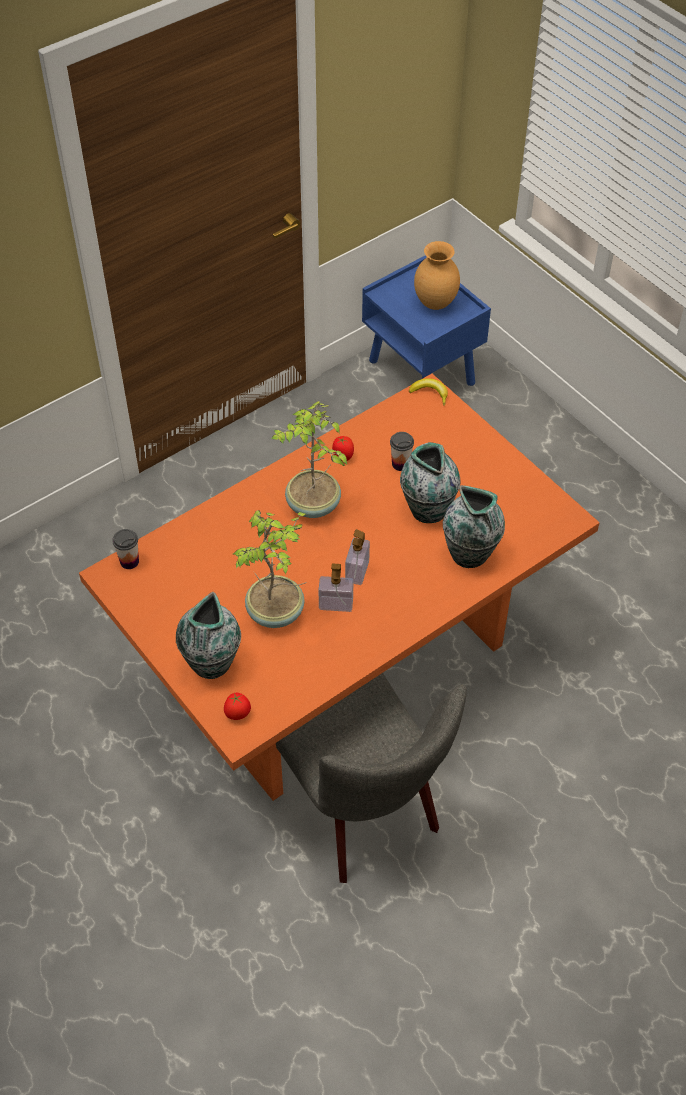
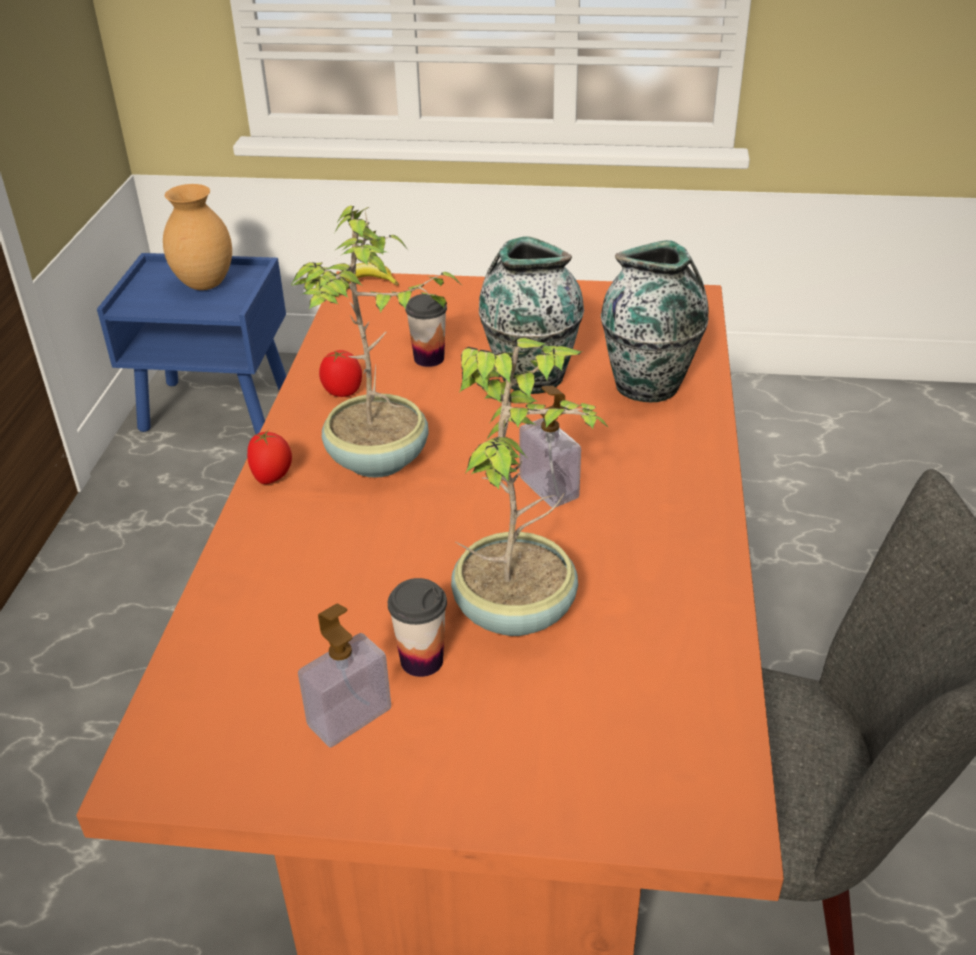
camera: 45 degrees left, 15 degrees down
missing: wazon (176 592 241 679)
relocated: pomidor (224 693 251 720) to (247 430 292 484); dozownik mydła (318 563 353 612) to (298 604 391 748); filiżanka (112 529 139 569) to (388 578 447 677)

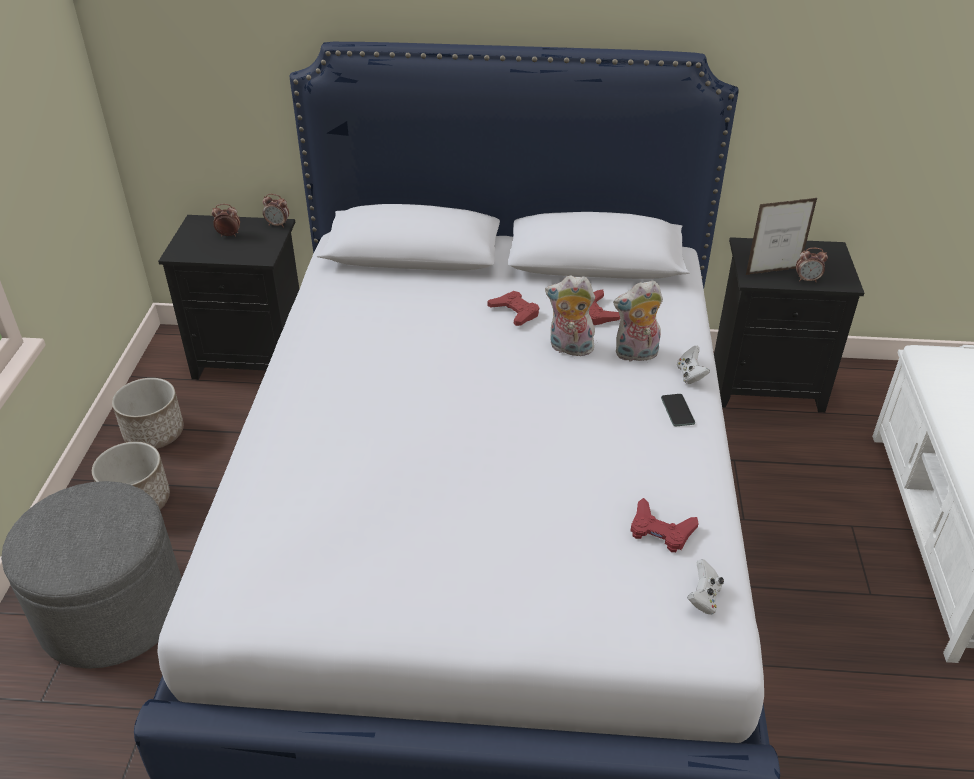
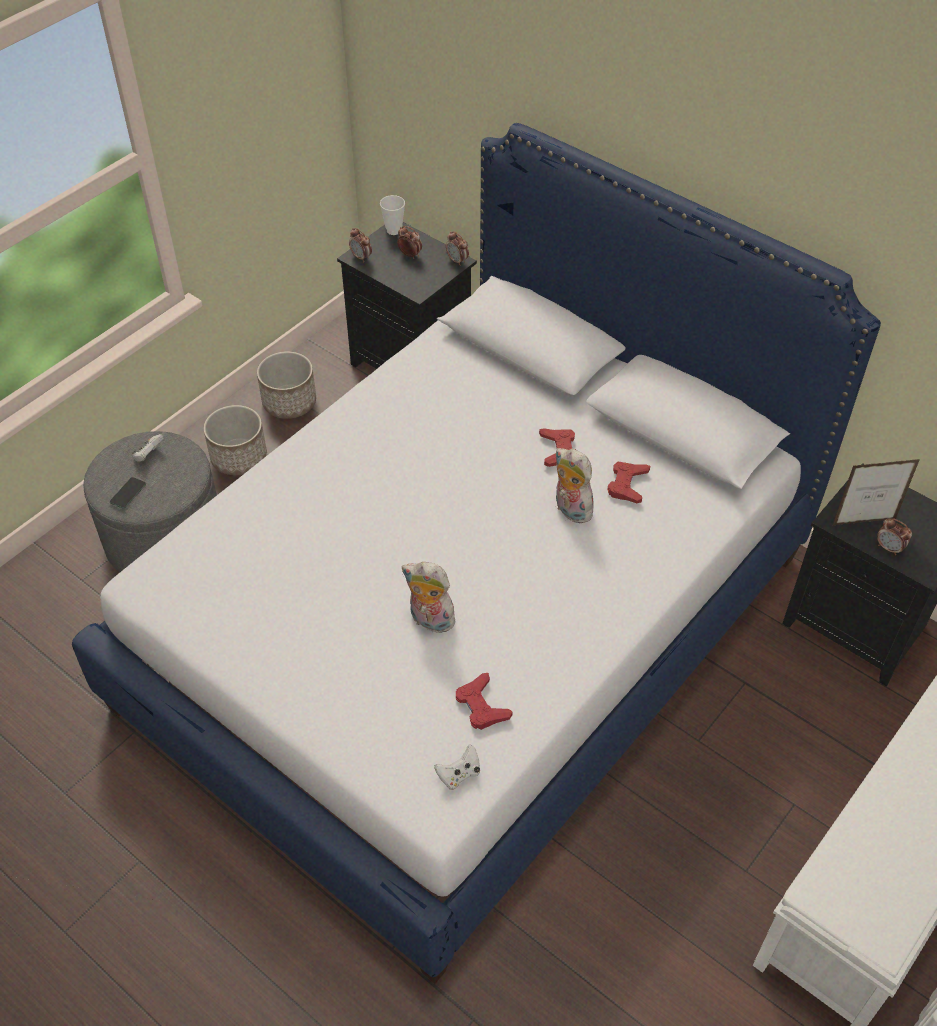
camera: 35 degrees right, 10 degrees up
appeared: budzik (349 228 372 262); filiżanka (380 195 405 235)
relocated: telefon (661 394 695 426) to (110 477 146 509); pad do gier (biały) (677 346 710 384) to (132 434 164 461); pluszak (613 280 663 362) to (402 562 459 635)
spun: ramka na zdjęcie (746 198 817 275) = (833 459 920 525) 150 degrees clockwise

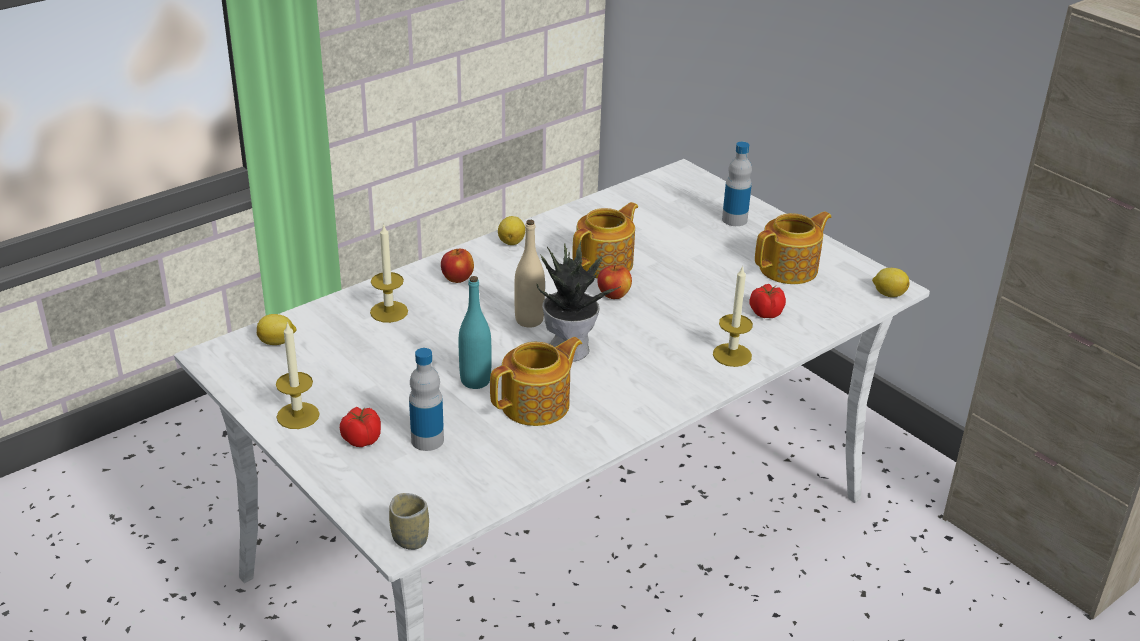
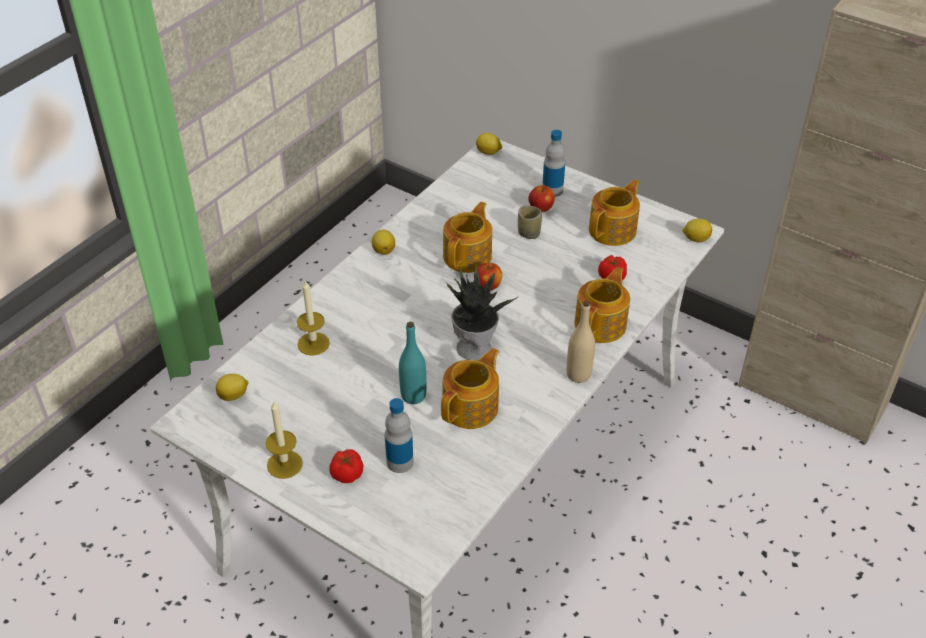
camera: 15 degrees left, 10 degrees up
appeared: cytryna (476 133 502 155)
relocated: filiżanka (389 493 429 550) to (518 205 542 239); jabłko (441 249 474 283) to (528 185 555 212); butelka (beżowy) (514 220 545 327) to (567 301 595 383)
exchanged: świeca (713 265 753 367) to imbryk (574 267 630 343)

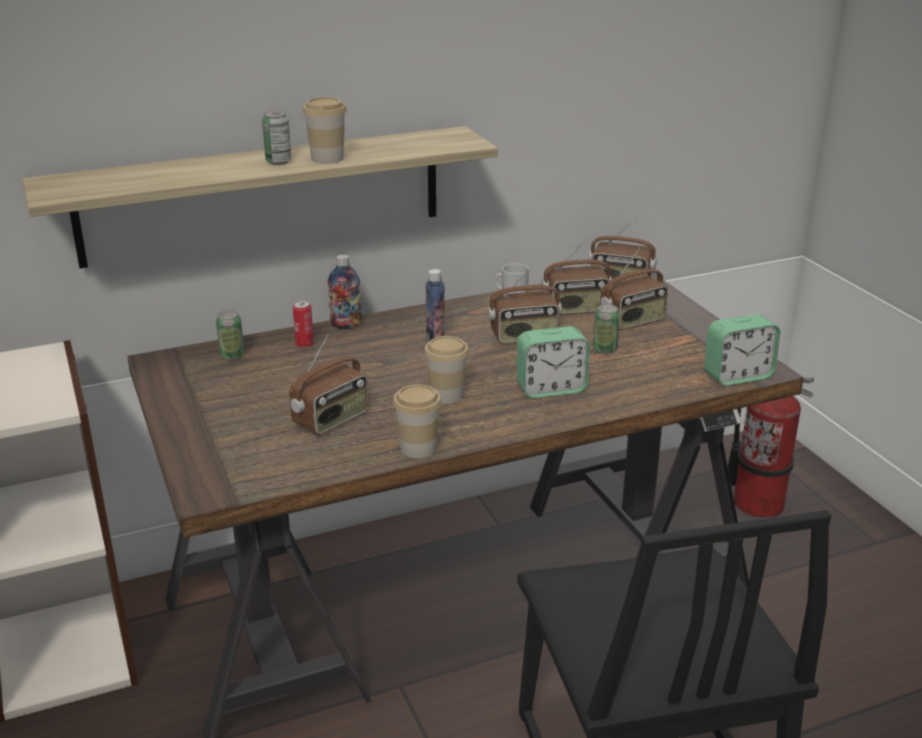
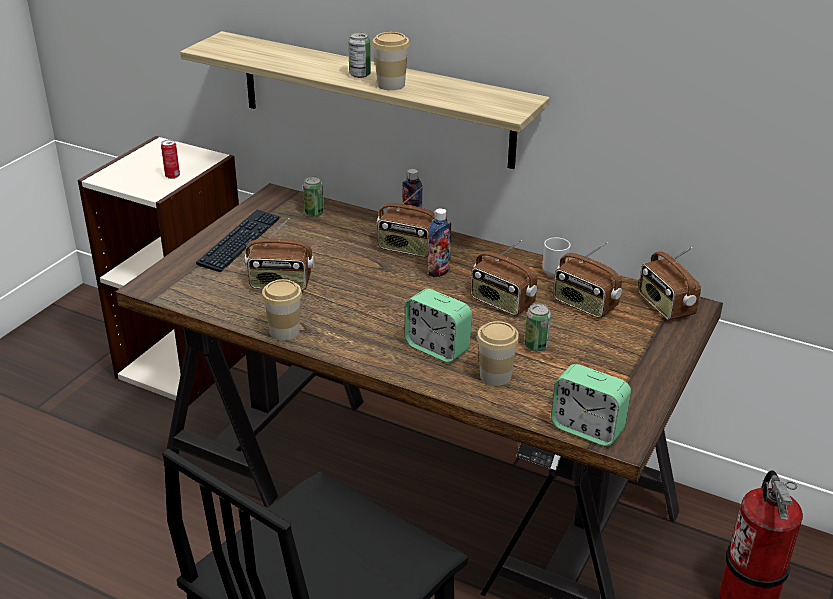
camera: 50 degrees right, 5 degrees up
appeared: klawiatura (196 209 281 272)
relocated: puszka (293 300 314 348) to (161 139 180 179); radio (600 248 668 330) to (377 187 435 257); filiżanka (424 336 469 404) to (477 321 519 386)

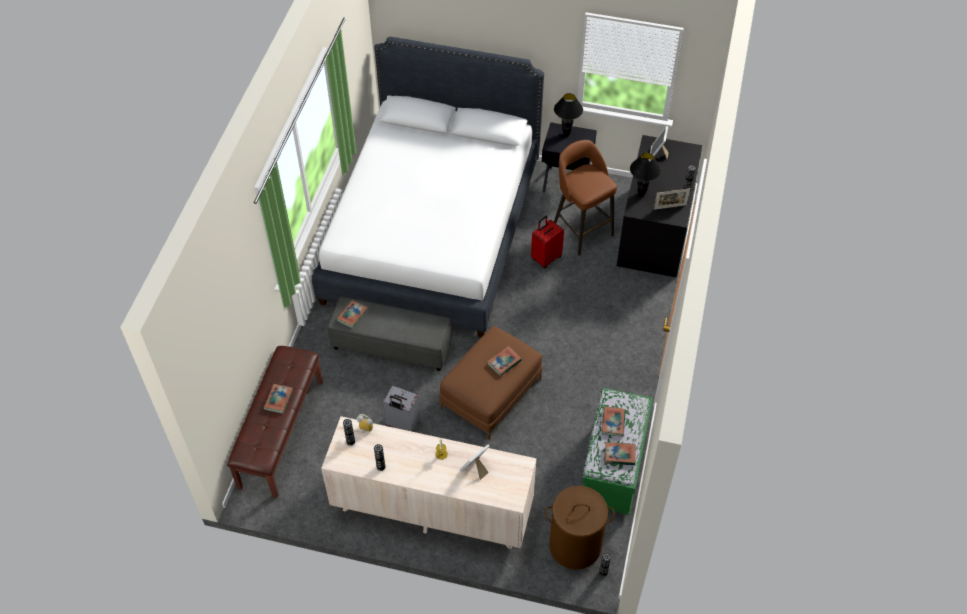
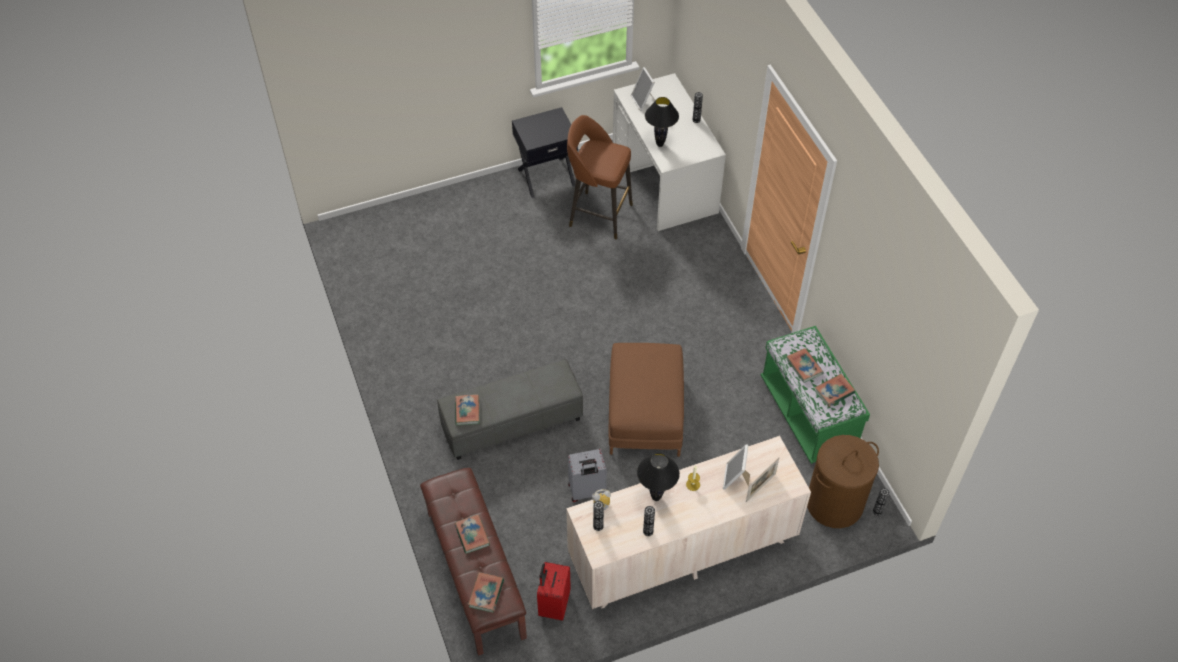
camera: 35 degrees left, 0 degrees up
missing: łóżko (biały) (312 37 544 337)
relocated: książka (487 346 522 376) to (468 572 504 613); walizka (czerwony) (531 216 564 268) to (537 562 571 621); lampa stołowa (czarny) (554 93 583 136) to (637 453 680 501); ramka na zdjęcie (654 188 690 210) to (746 457 779 502)
colour: biurko (czarny) (617 135 703 277) to biurko (biały) (613 73 726 231)

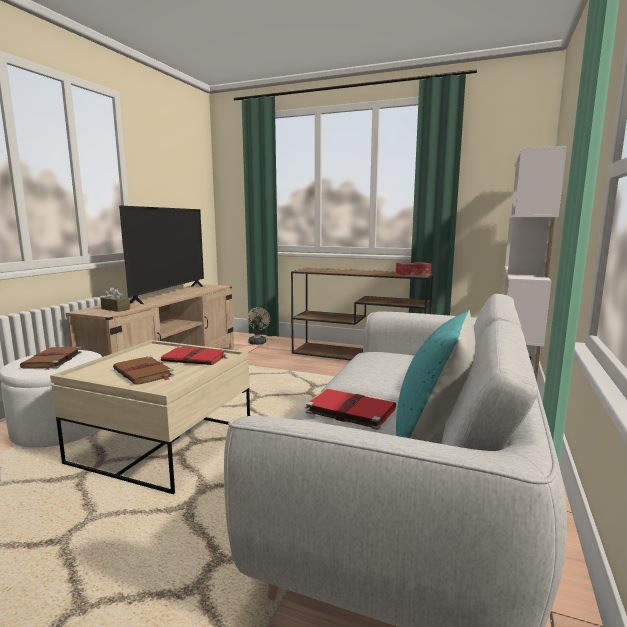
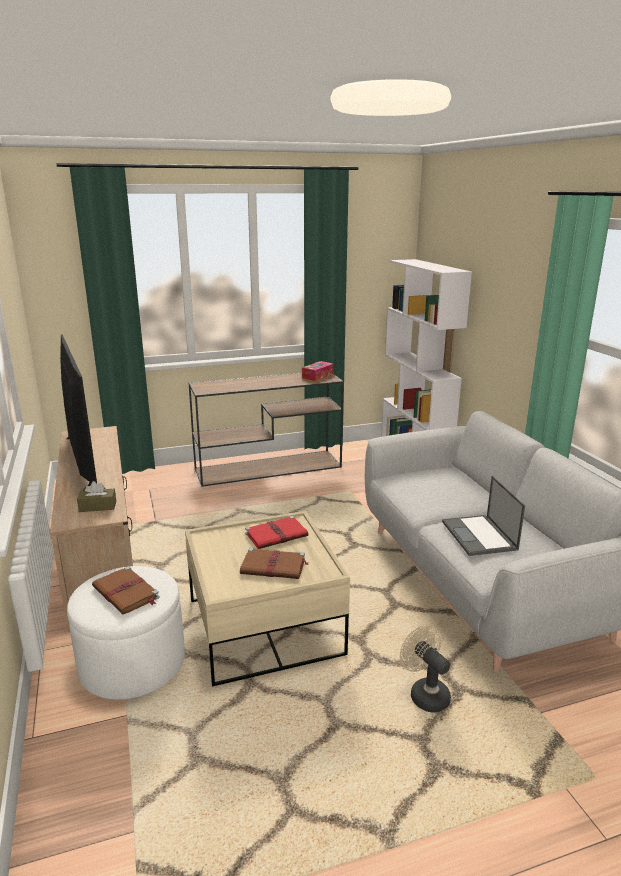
camera: 40 degrees left, 10 degrees up
missing: poduszka (turkusowy) (396 310 476 442)
relocated: wentylator (beżowy) (247 307 270 345) to (400 625 451 713)
exchanged: książka (czerwony) (305 389 396 430) to laptop (442 476 525 556)

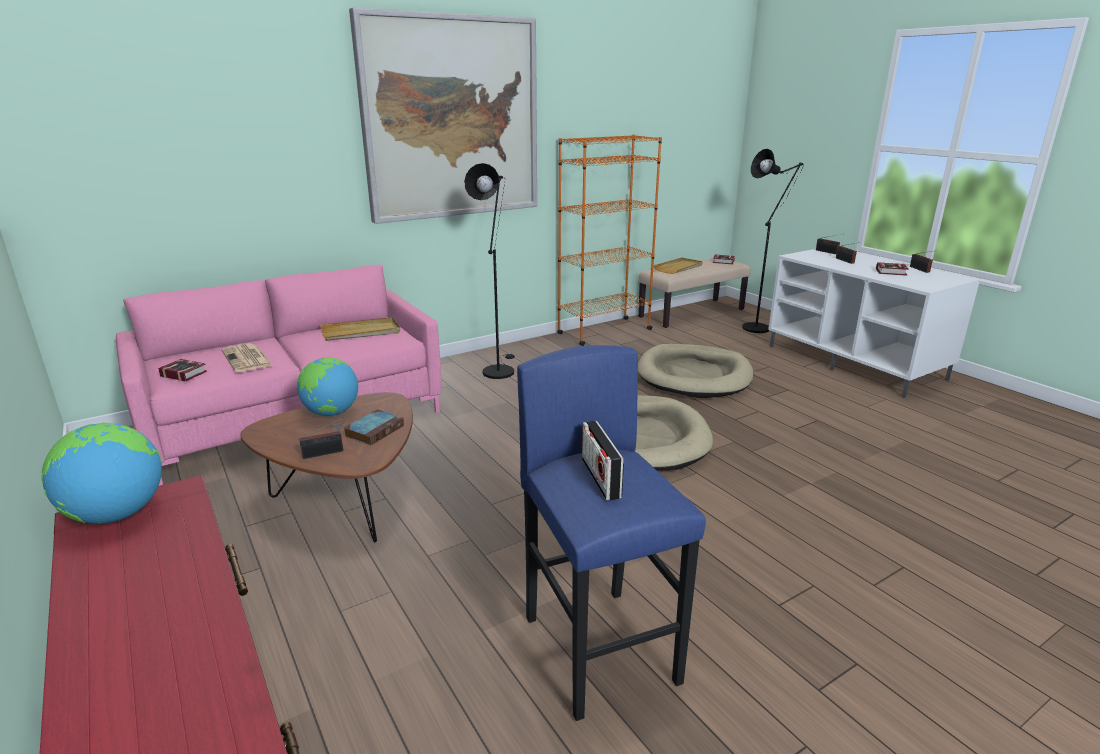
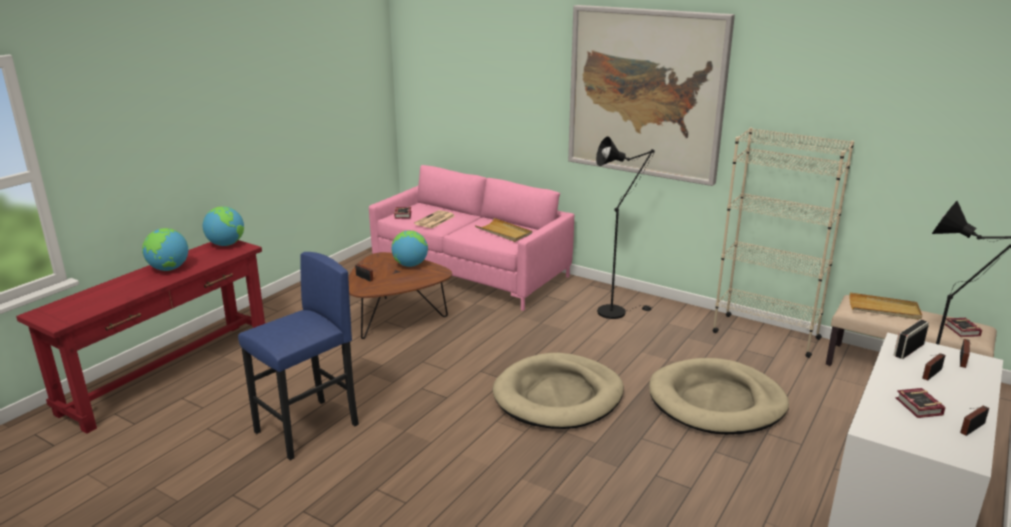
camera: 65 degrees right, 0 degrees up
missing: książka (344 409 404 446)
appeared: globus (142 228 188 271)
relocated: radio (582 421 624 500) to (894 319 929 359)
colour: regał (pomarańczowy) (557 134 662 346) to regał (beżowy) (712 127 854 358)

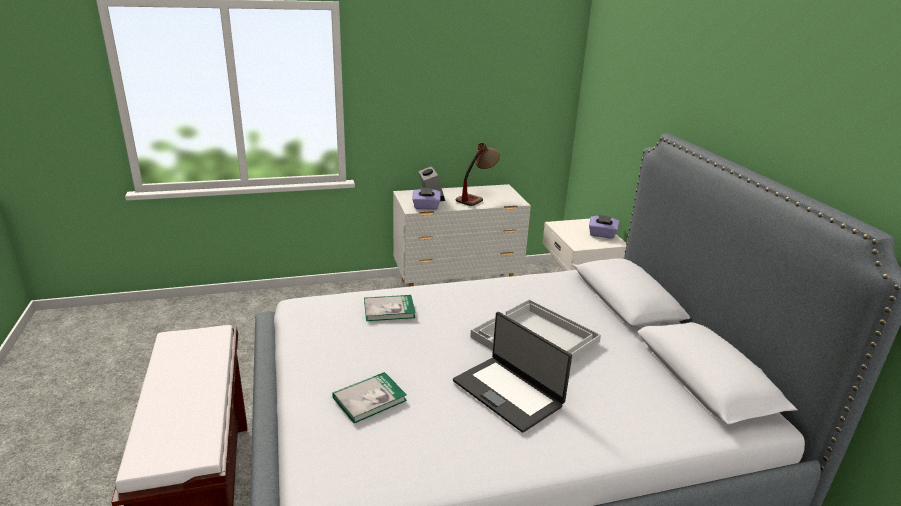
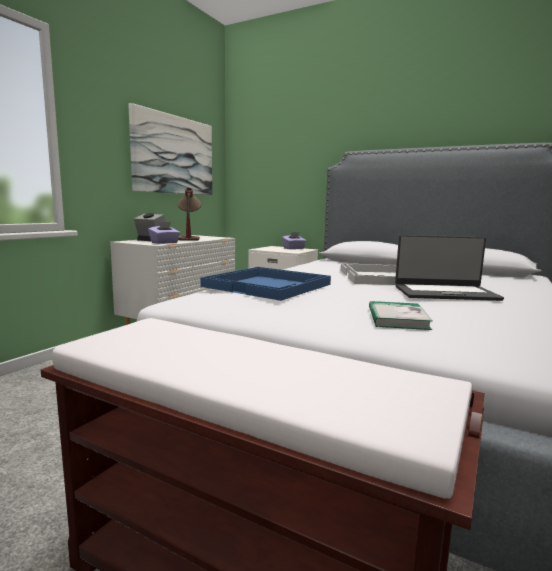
camera: 45 degrees left, 15 degrees down
appeared: obraz (128 103 212 195)
exchanged: książka (364 295 415 321) to taca (niebieski) (200 267 331 301)

